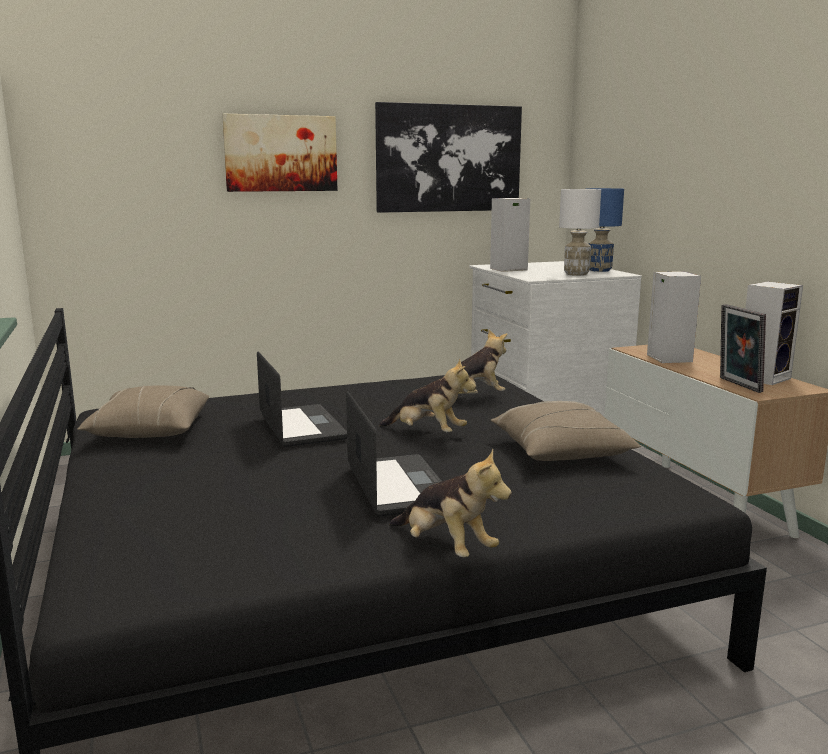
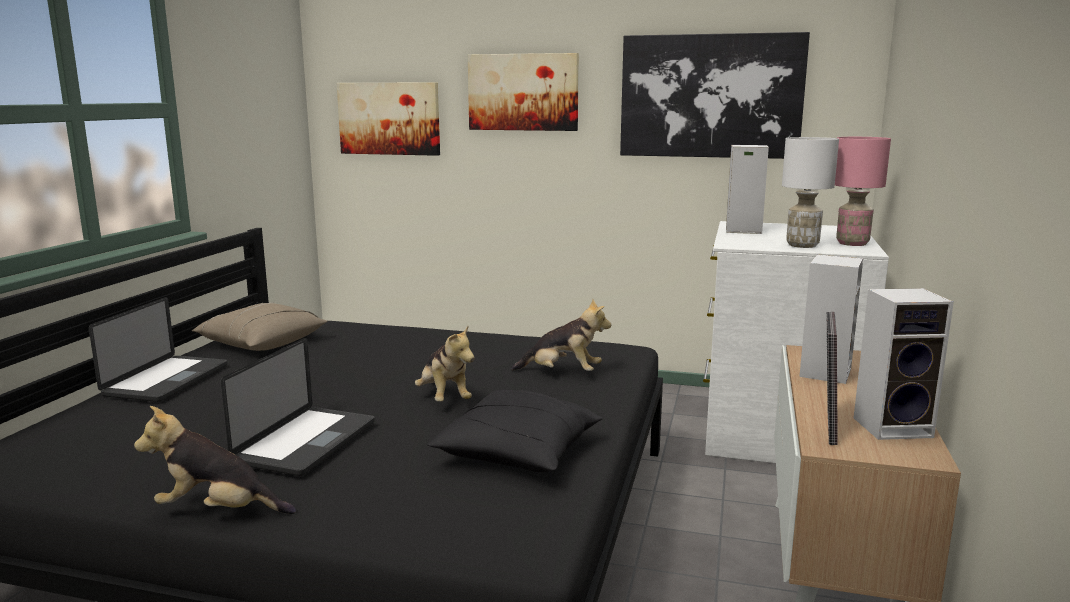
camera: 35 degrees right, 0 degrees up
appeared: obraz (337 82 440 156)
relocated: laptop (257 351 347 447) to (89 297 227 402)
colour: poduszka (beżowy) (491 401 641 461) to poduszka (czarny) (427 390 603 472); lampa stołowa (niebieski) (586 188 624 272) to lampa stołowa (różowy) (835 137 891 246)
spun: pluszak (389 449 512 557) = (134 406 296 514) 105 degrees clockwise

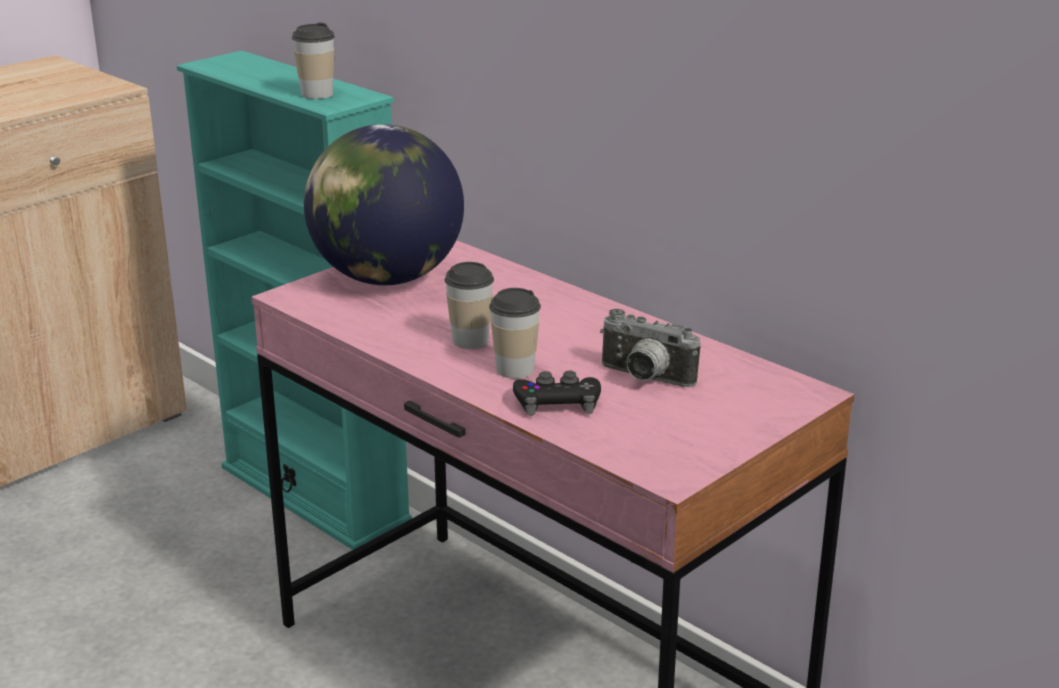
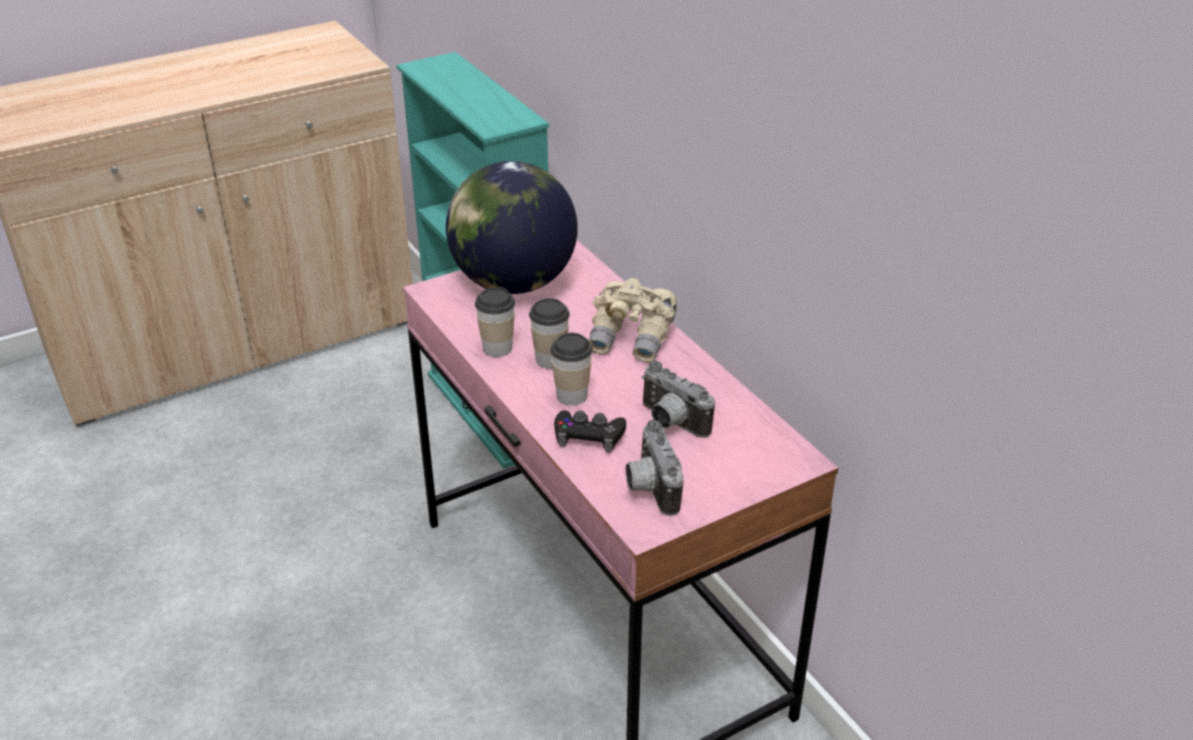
camera: 15 degrees right, 10 degrees up
appeared: lornetka (beżowy) (588 278 678 363); aparat fotograficzny (626 420 684 516)
relocated: filiżanka (292 22 335 99) to (475 287 515 357)

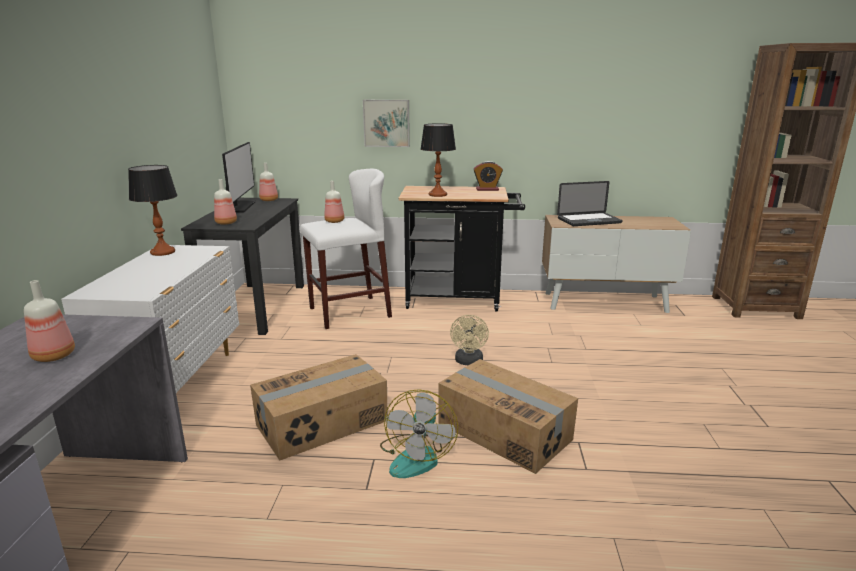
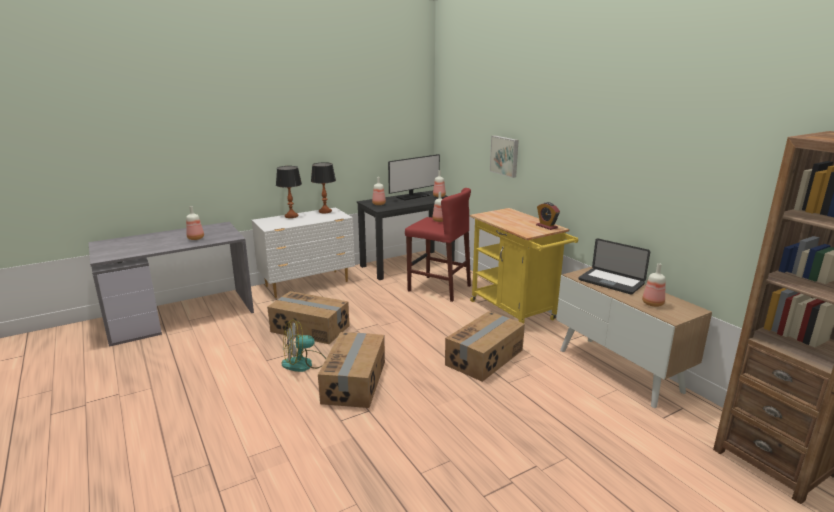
camera: 55 degrees right, 0 degrees up
missing: wentylator (beżowy) (450 315 489 365)
appeared: karton (445 311 525 382); butelka (642 263 665 307)
relocated: lampa stołowa (420 123 456 197) to (276 166 302 218)
colour: stołek (biały) (300 169 392 329) to stołek (czerwony) (405 188 471 302); wózek (czarny) (398 186 525 311) to wózek (żółty) (470 208 578 323)

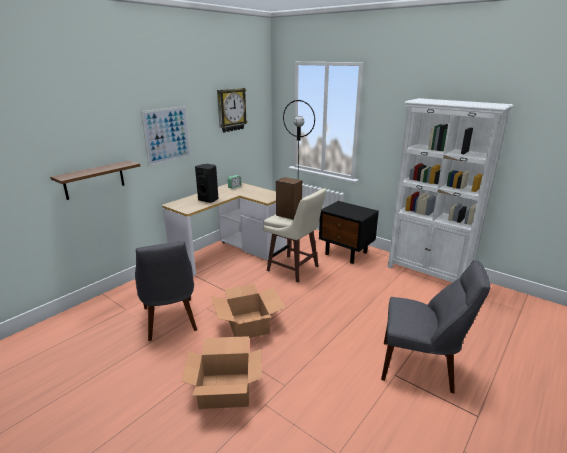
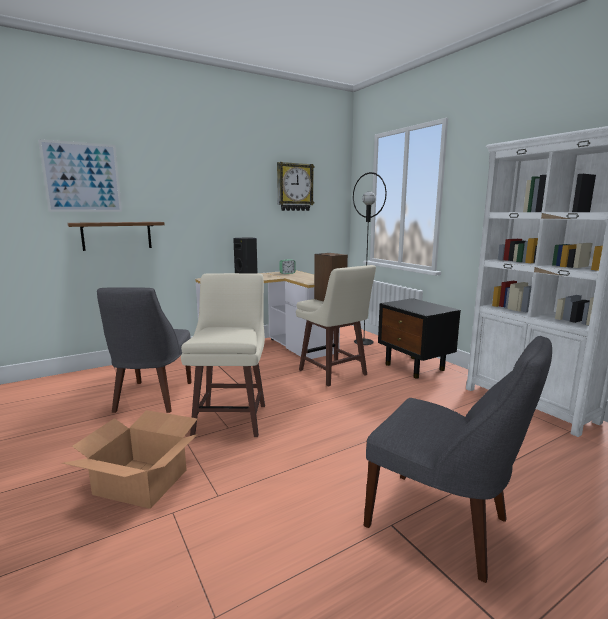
camera: 20 degrees right, 10 degrees down
relocated: obraz (141 106 191 166) to (38 139 122 212)
exchanged: karton (211 284 286 338) to stołek (beżowy) (181 273 265 437)

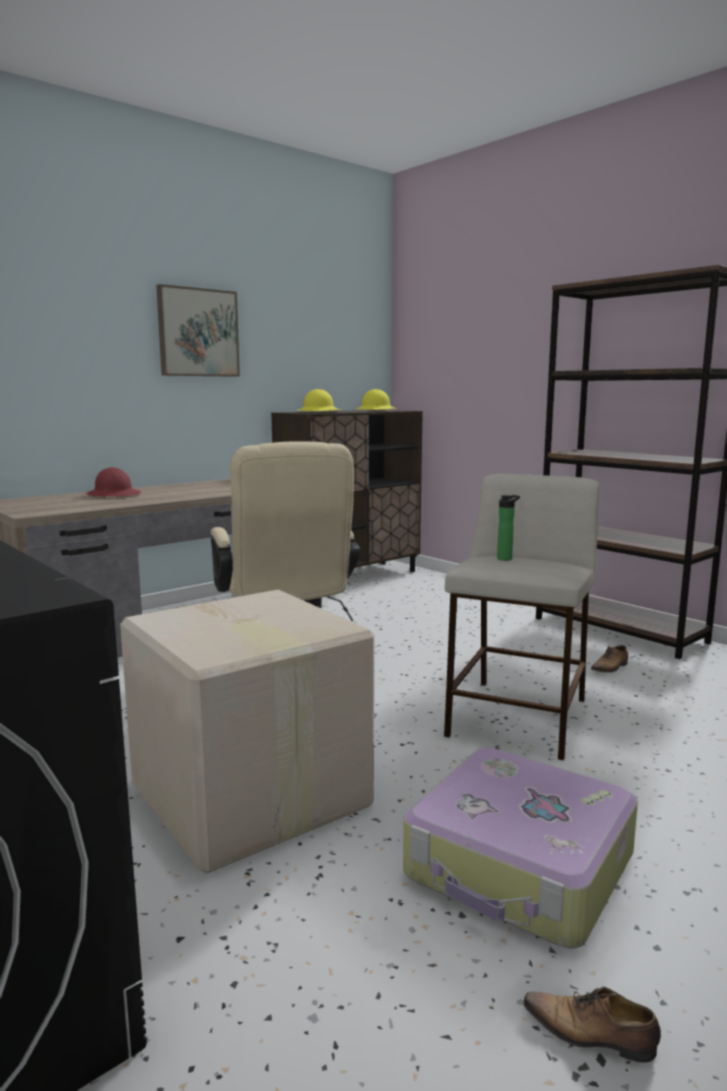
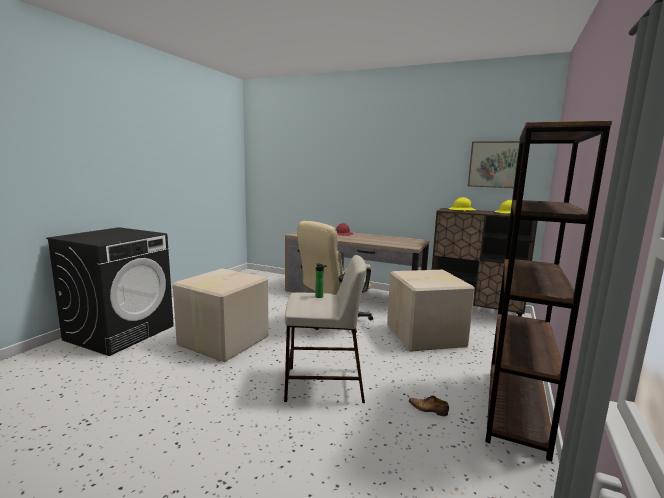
camera: 65 degrees right, 0 degrees up
missing: walizka (403 748 638 948); but (524 987 661 1063)
appeared: karton (387 270 475 352)
relocated: obraz (156 284 240 377) to (468 141 520 188)

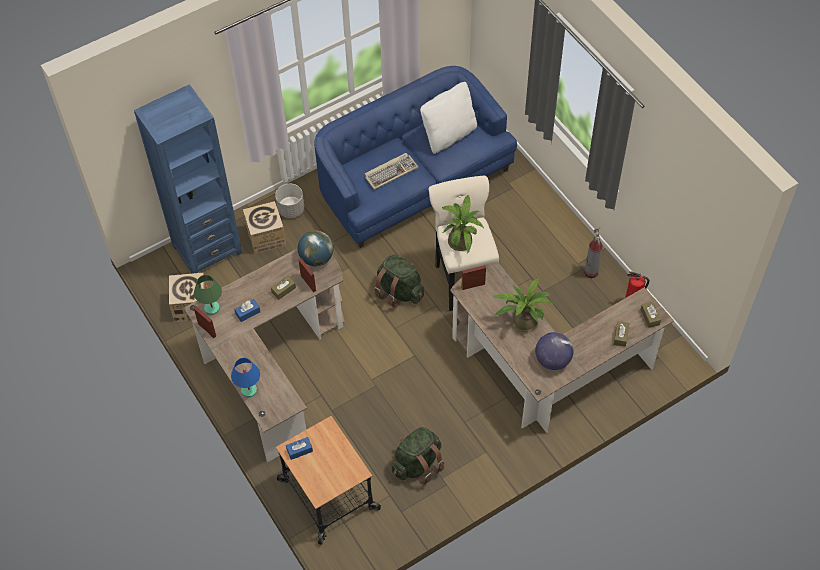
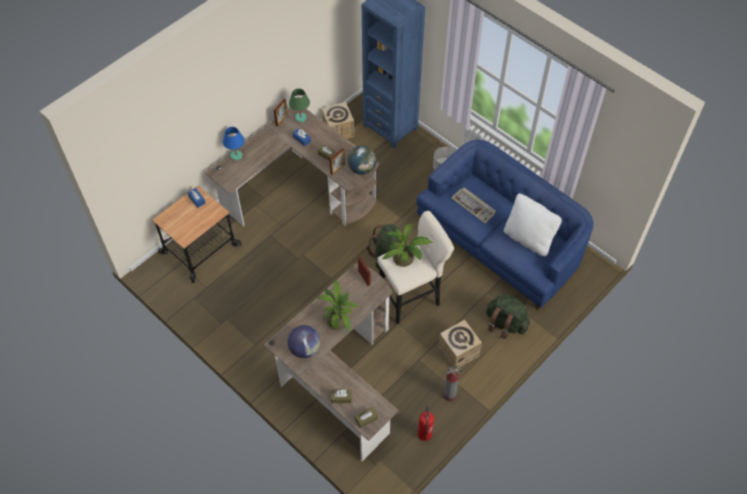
camera: 75 degrees right, 0 degrees up
relocated: karton (243 201 286 254) to (439 320 482 369); plecak (zielony) (392 427 444 484) to (486 294 530 339)

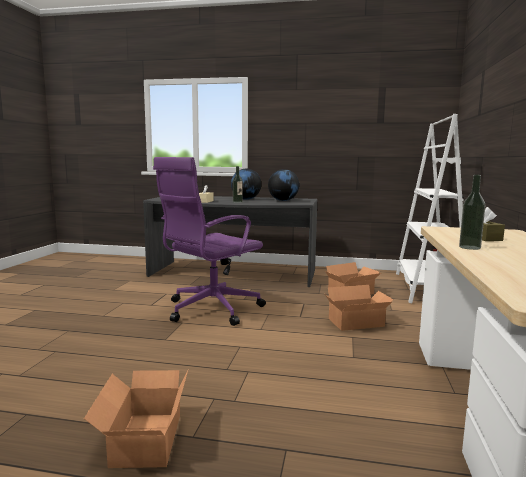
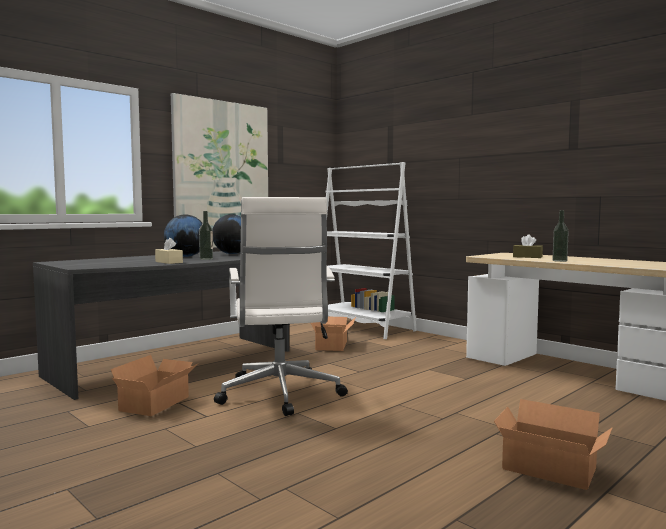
camera: 55 degrees left, 5 degrees down
appeared: obraz (171 93 268 248)
relocated: karton (325 285 393 331) to (111 355 199 416)
colour: krzesło biurowe (fioletowy) (153 157 266 326) to krzesło biurowe (biały) (214 197 348 416)

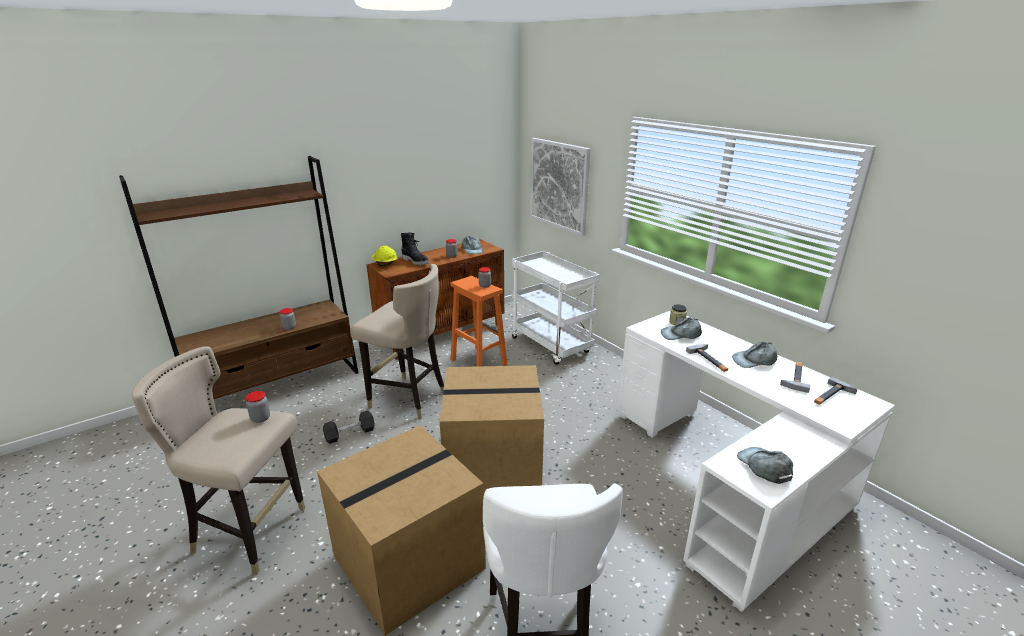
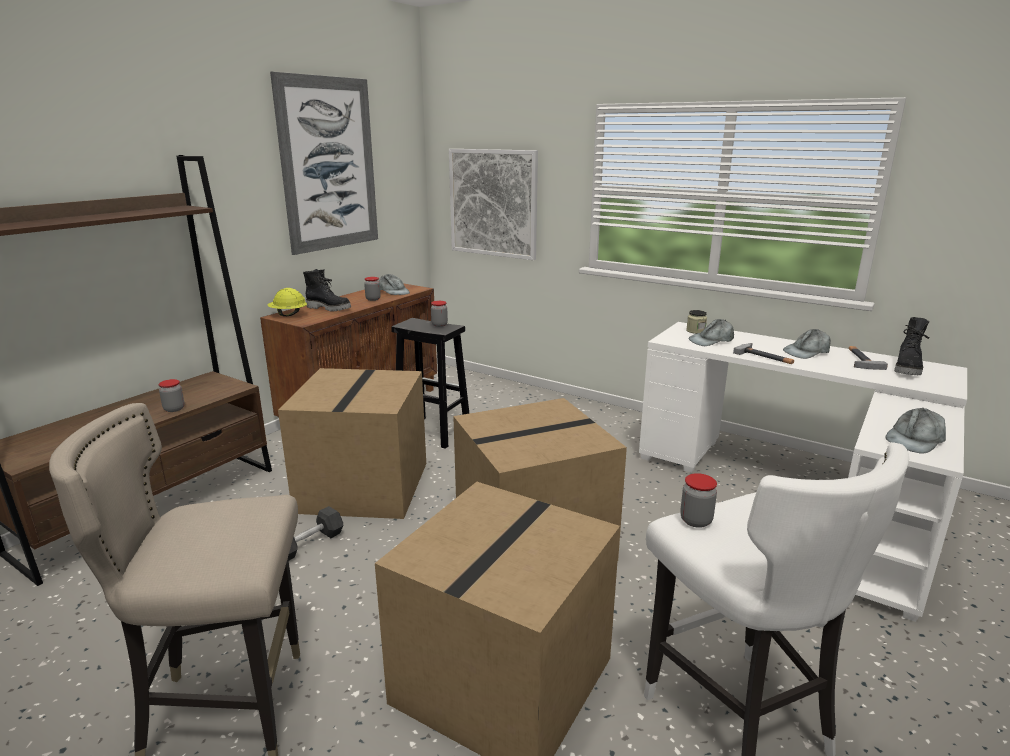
camera: 20 degrees left, 5 degrees down
missing: wózek (biały) (512 251 599 365)
appeared: obraz (270 72 378 255)
relocated: słoik (246 391 270 423) to (680 473 717 528)
exchanged: stołek (beżowy) (350 264 444 419) to karton (278 368 426 519); młotek (814 377 857 405) to but z cholewką (czarny) (894 317 930 375)
colour: stołek (pomarańczowy) (451 276 507 367) to stołek (czarny) (391 318 469 449)
spun: czapka z daszkiem (szary) (737 447 793 484) = (886 407 946 454) 90 degrees counterclockwise

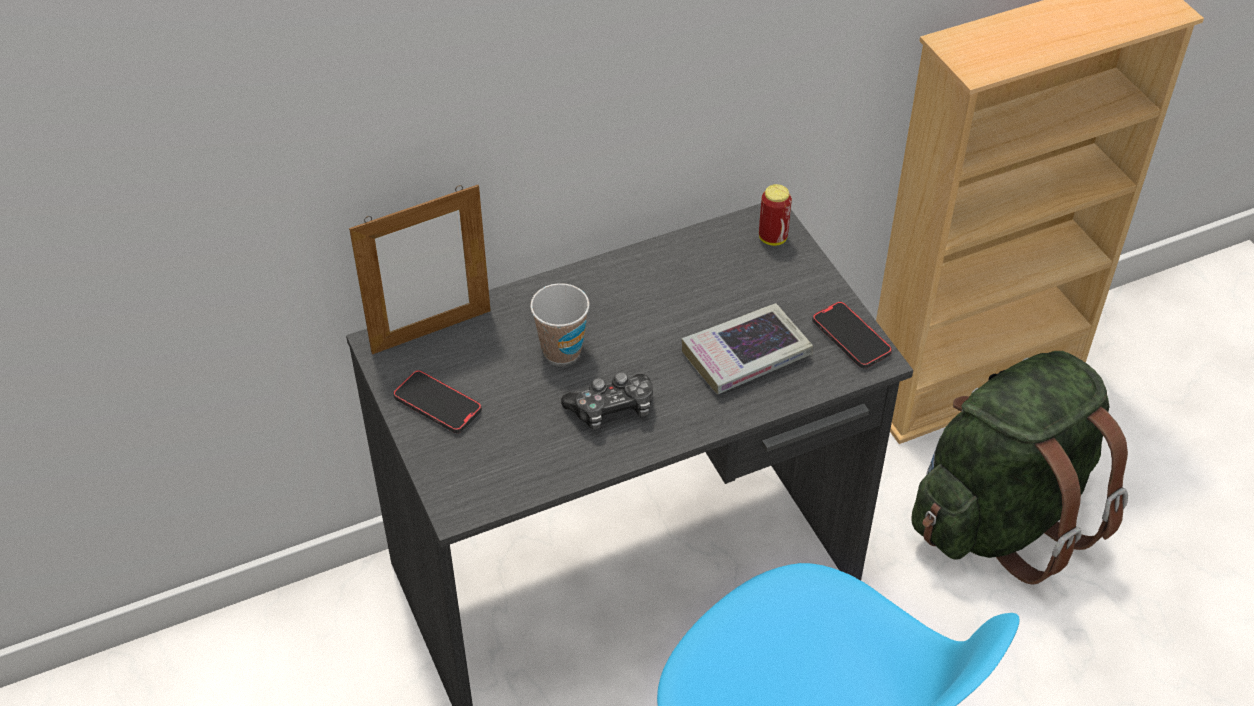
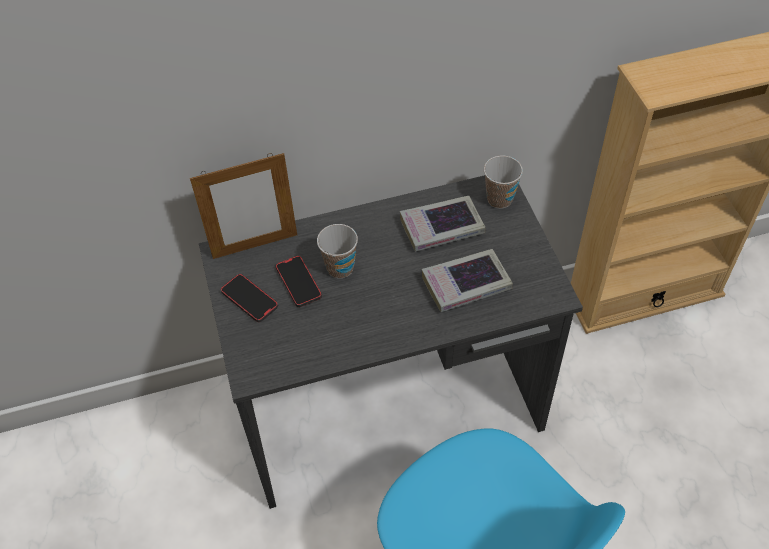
camera: 10 degrees right, 5 degrees up
missing: pad do gier (561 372 653 430); plecak (zielony) (911 351 1128 584)
appeared: książka (400 196 485 252)
relocated: telefon (812 301 892 368) to (276 255 322 307)
exchanged: puszka (759 184 792 246) to filiżanka (484 156 523 209)

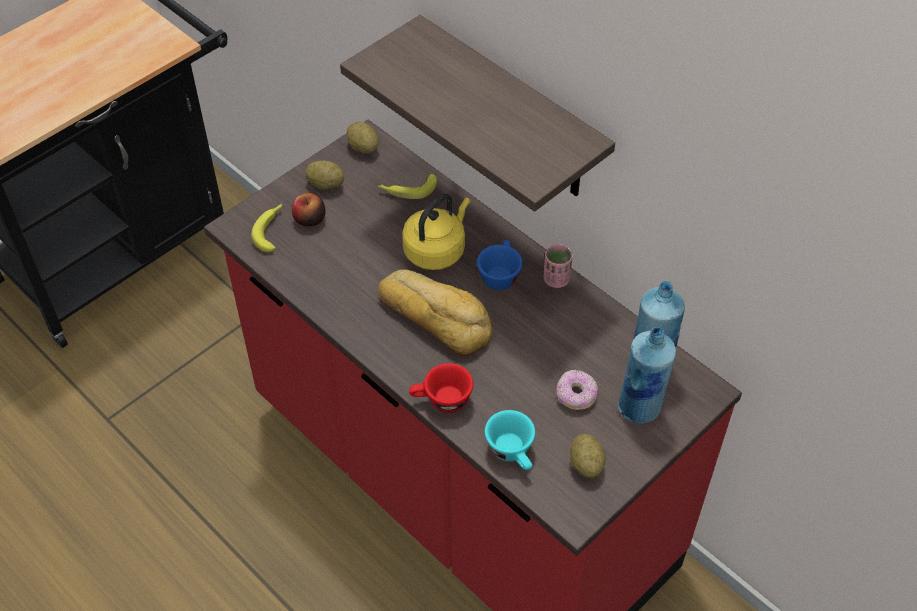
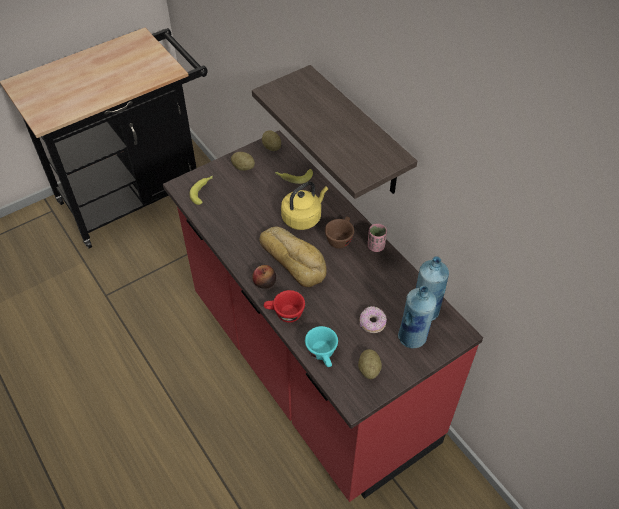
camera: 10 degrees right, 0 degrees up
relocated: jabłko (292 193 326 226) to (252 265 276 289)
colour: filiżanka (niebieski) (477 240 523 290) to filiżanka (brązowy) (325 216 354 249)

